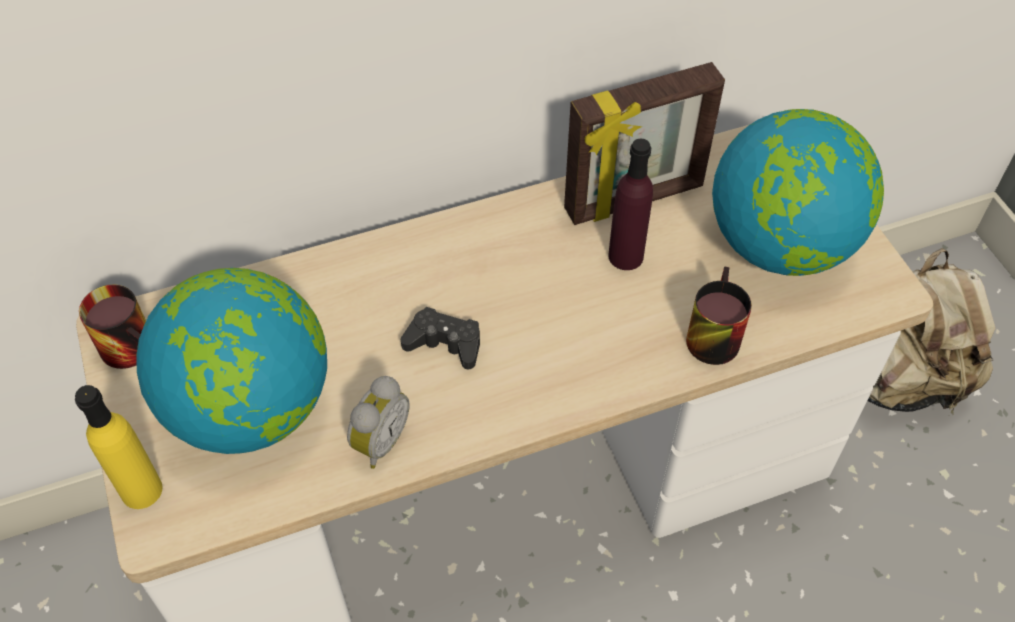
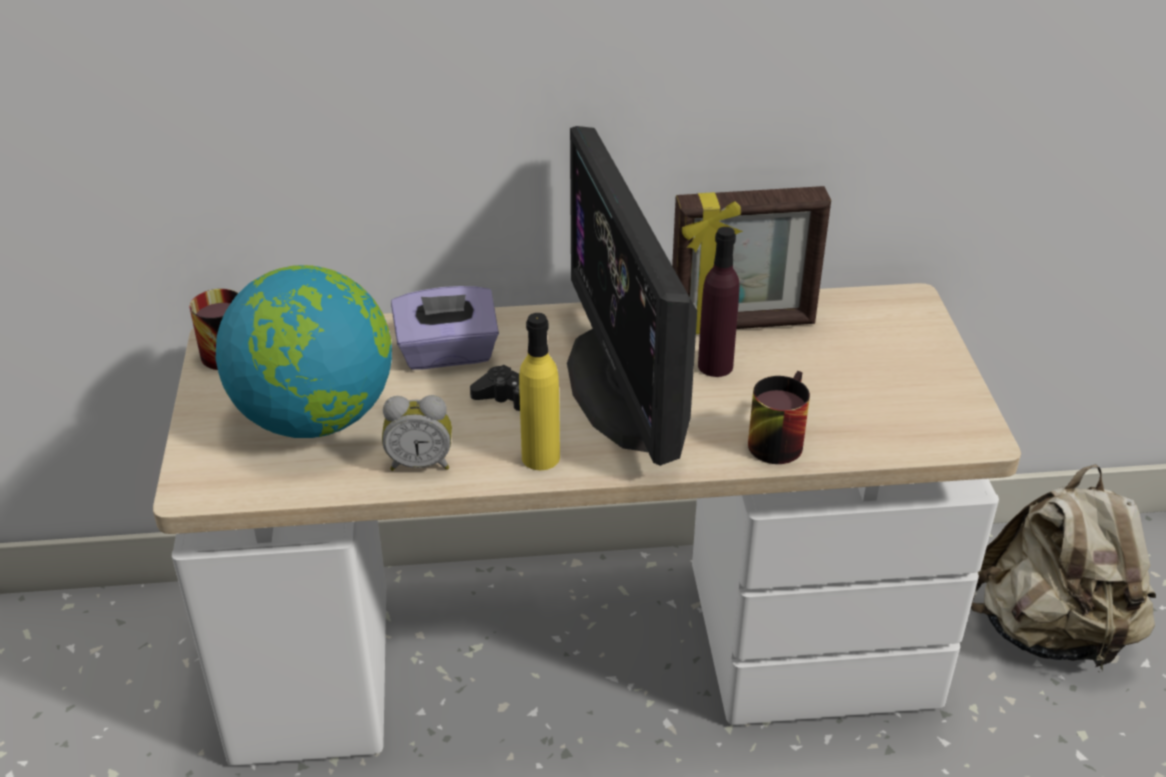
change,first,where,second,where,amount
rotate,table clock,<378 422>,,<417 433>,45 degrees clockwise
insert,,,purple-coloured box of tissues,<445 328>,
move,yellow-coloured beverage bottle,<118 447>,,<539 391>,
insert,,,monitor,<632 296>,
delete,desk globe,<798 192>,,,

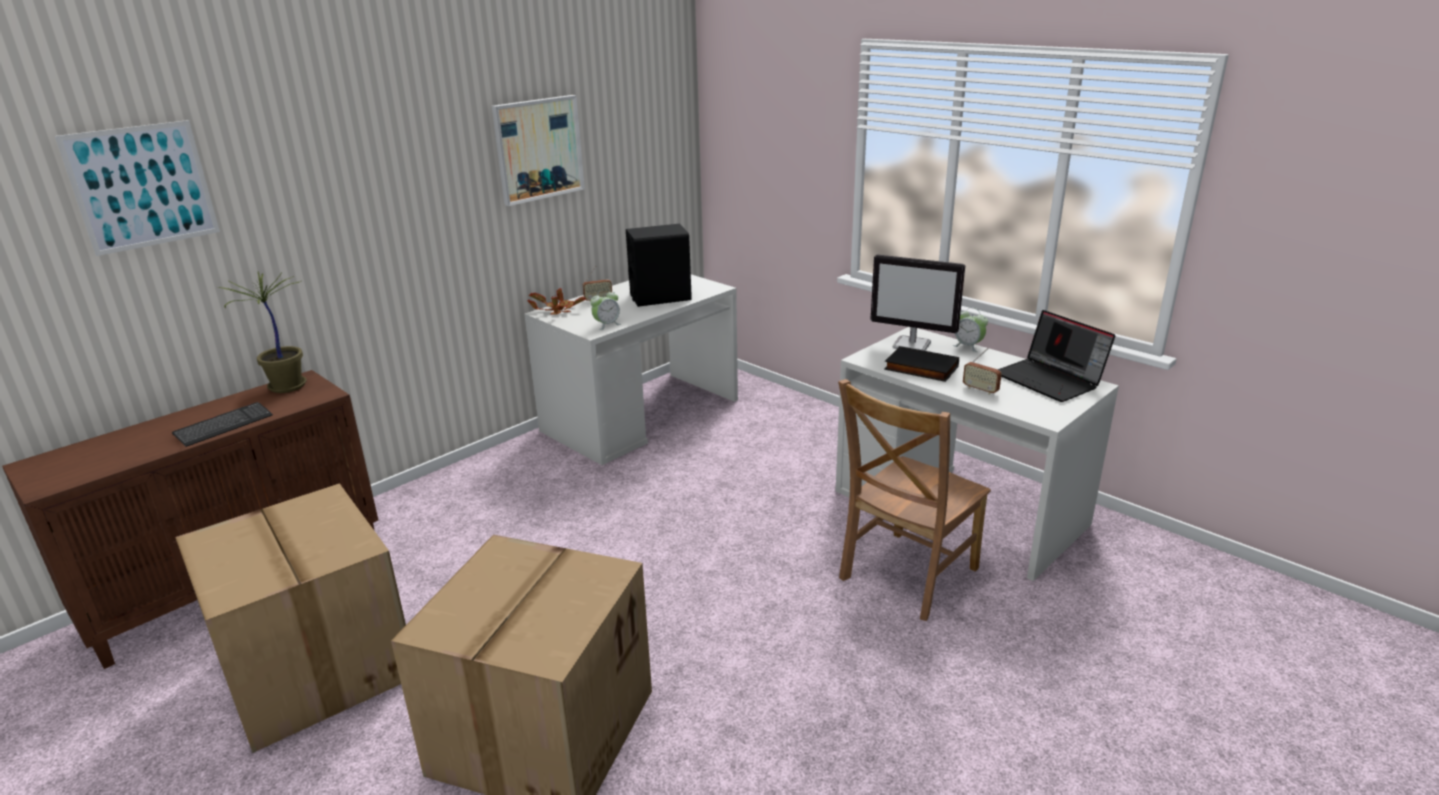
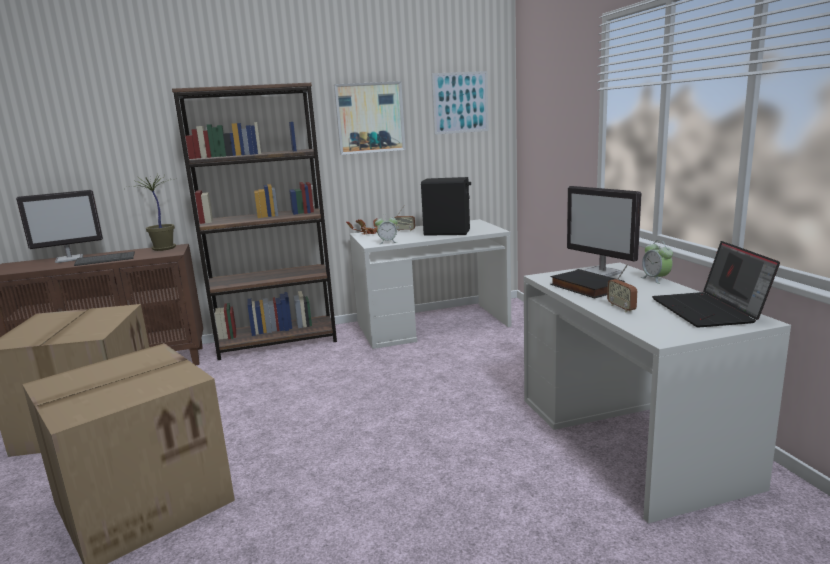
change,first,where,second,where,amount
insert,,,monitor,<59 226>,
insert,,,brownish bookcase,<254 221>,
move,wall art,<137 188>,,<460 103>,
delete,brownish chair,<914 500>,,,

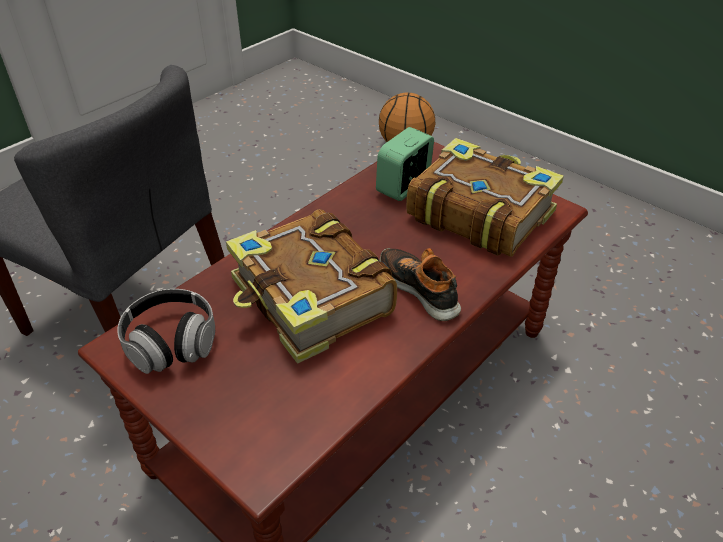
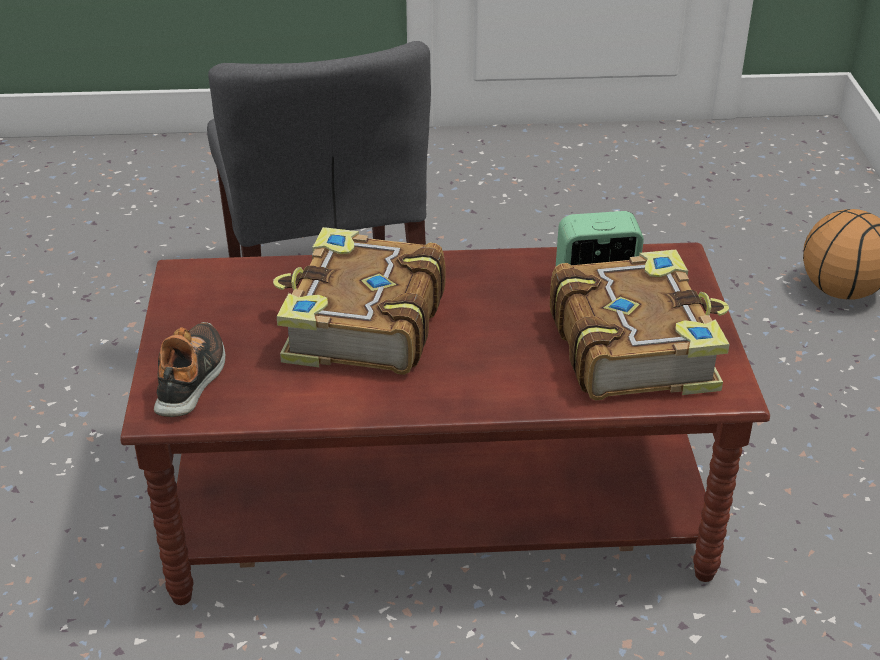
change,first,where,second,where,amount
move,low shoe,<420 284>,,<189 369>,
delete,headphones,<166 331>,,,

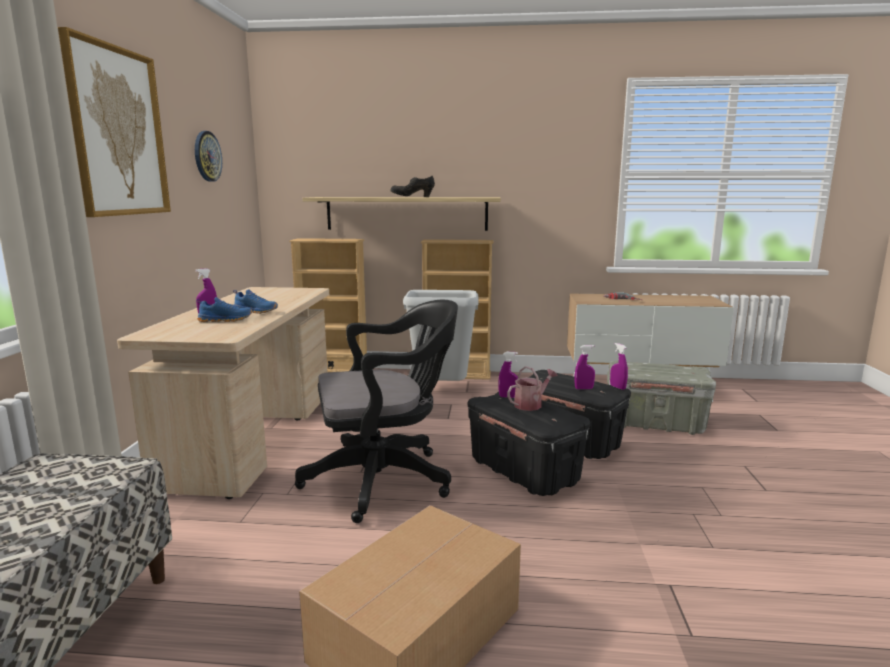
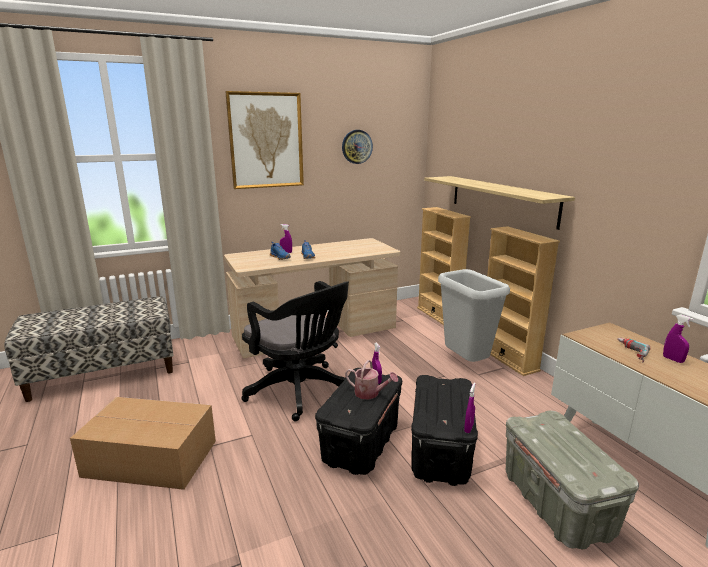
change,first,where,second,where,amount
move,purple-coloured hand sprayer,<585 367>,,<678 338>,
delete,black low shoe,<412 186>,,,

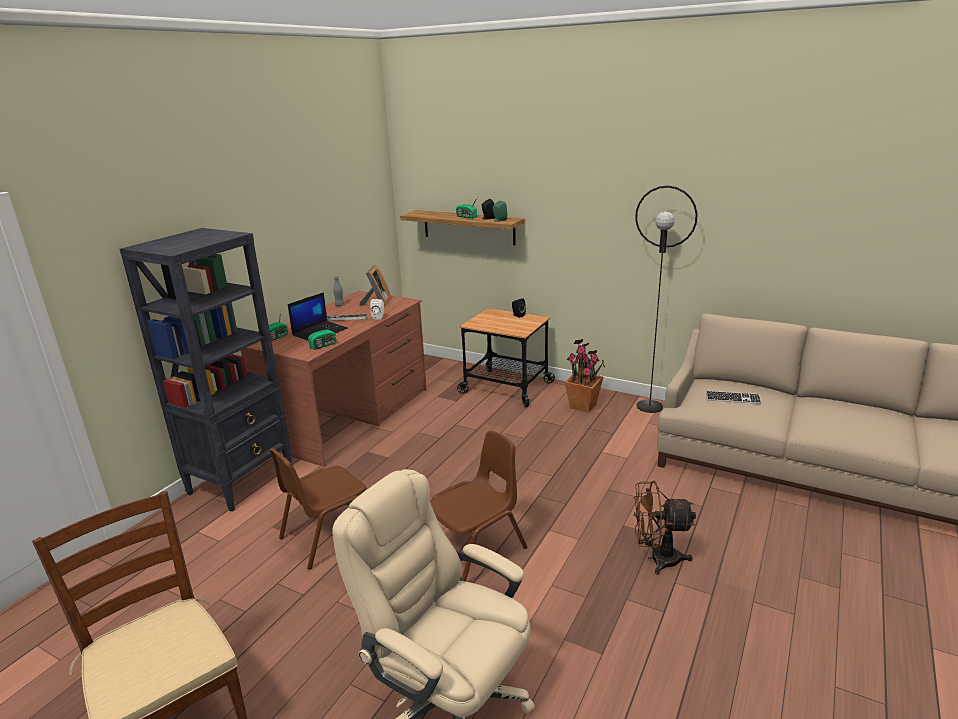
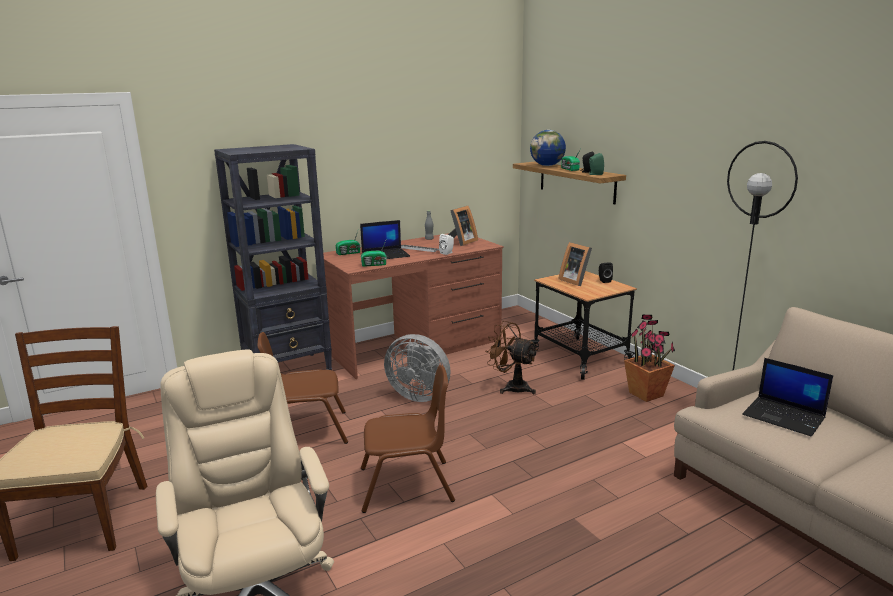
change,first,where,second,where,amount
insert,,,grey cooling fan,<417 368>,
move,brownish cooling fan,<665 527>,,<511 357>,
insert,,,desk globe,<548 148>,
insert,,,standing frame,<575 264>,
replace,keyboard,<734 397>,laptop,<787 397>,

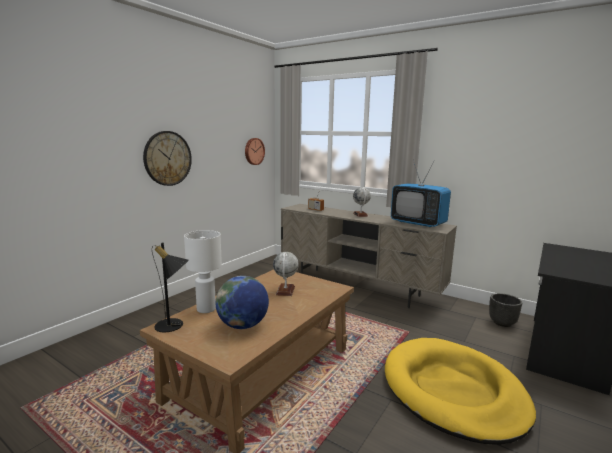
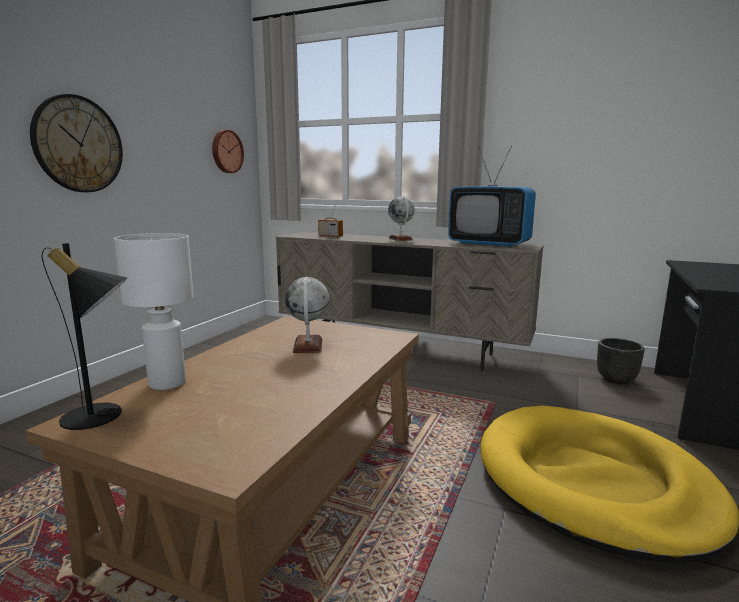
change,first,where,second,where,amount
delete,desk globe,<242 302>,,,

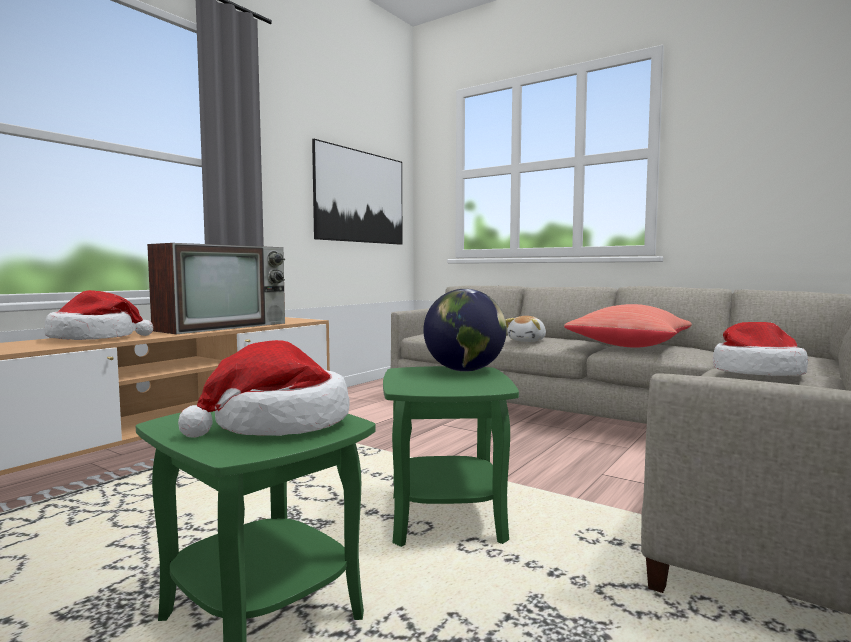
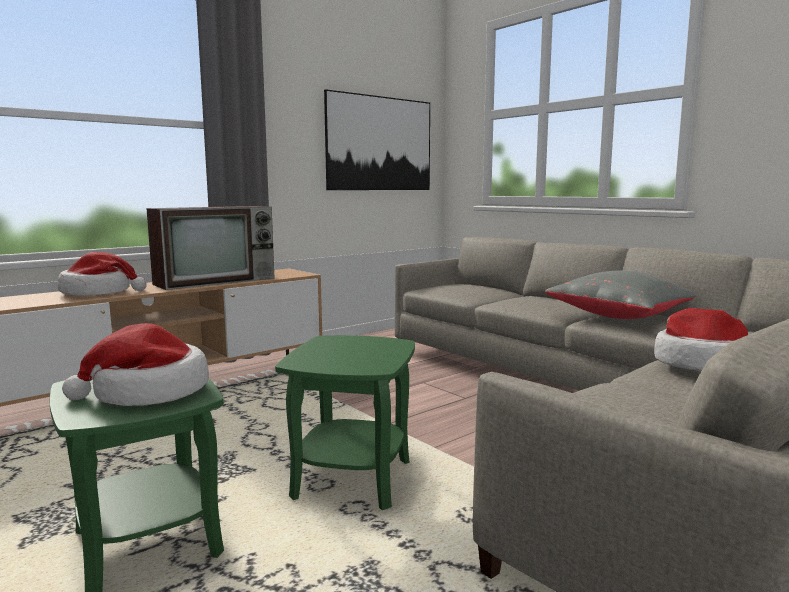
change,first,where,second,where,amount
recolor,reddish throw pillow,<628 326>,grey throw pillow,<620 295>,
delete,desk globe,<465 330>,,,
delete,soft toy,<525 329>,,,

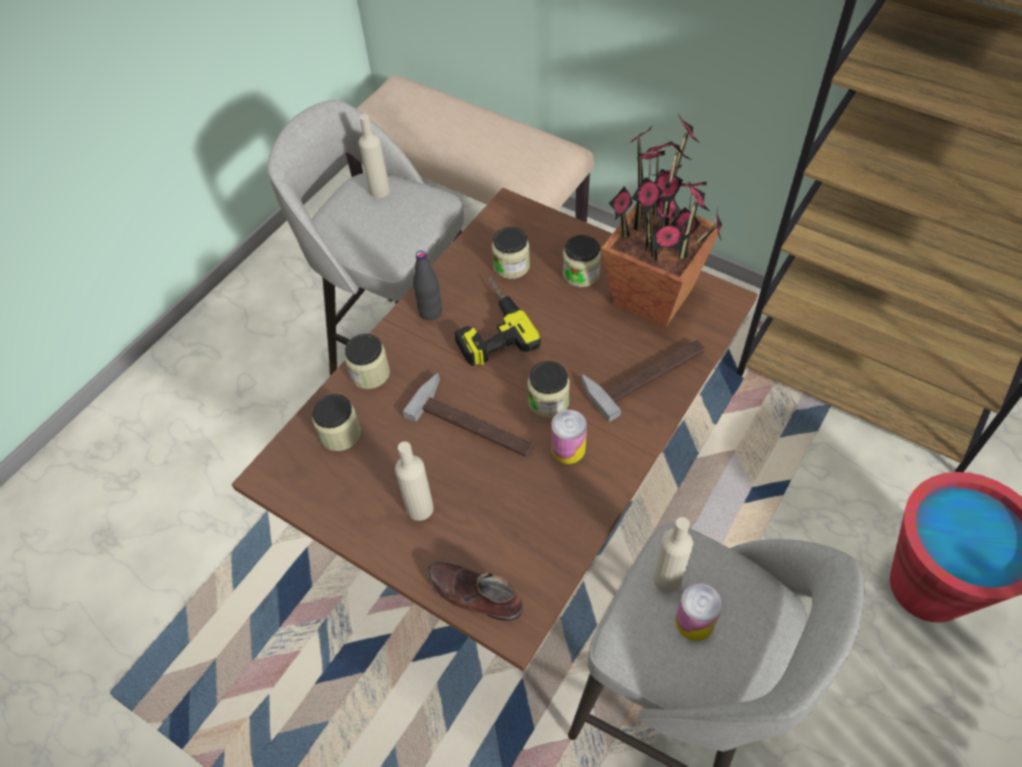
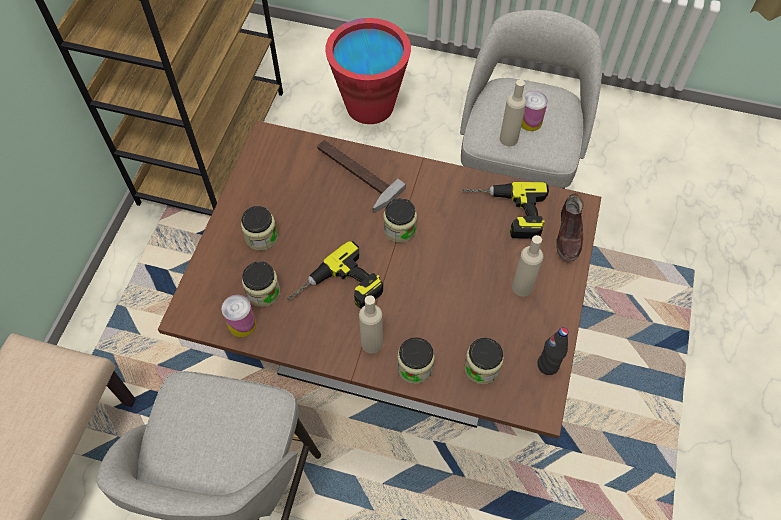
change,first,where,second,where,amount
move,metal can,<569 437>,,<238 316>,
move,beige-coloured beverage bottle,<374 156>,,<371 324>,
insert,,,drill,<506 210>,
move,black beverage bottle,<427 285>,,<552 351>,
delete,hand hammer,<468 415>,,,
delete,plant in a pot,<661 221>,,,

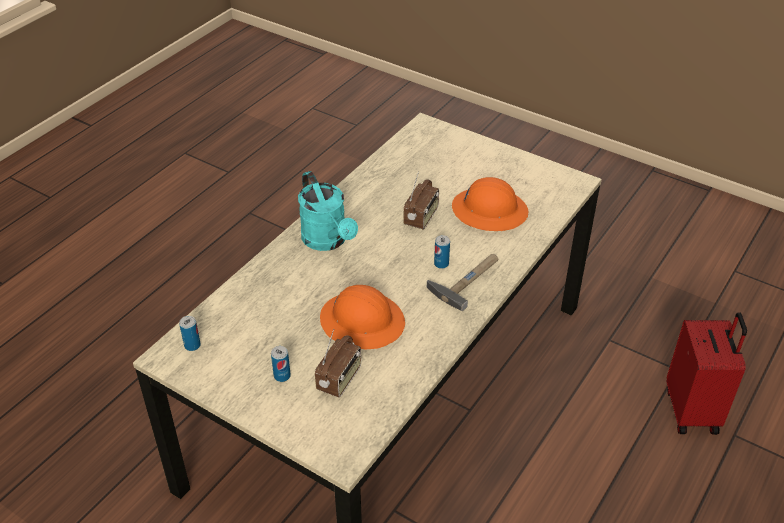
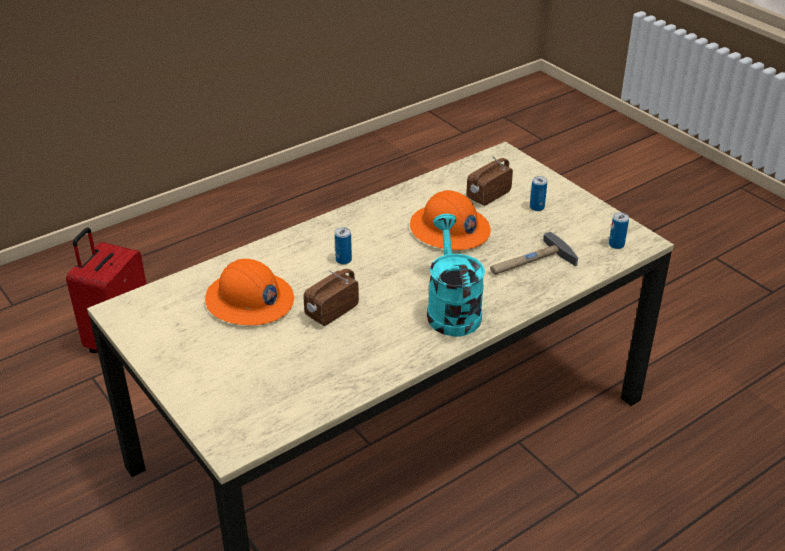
change,first,where,second,where,amount
move,hand hammer,<462 282>,,<534 253>,

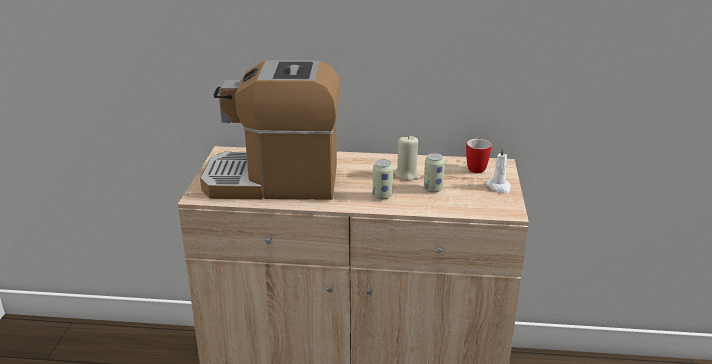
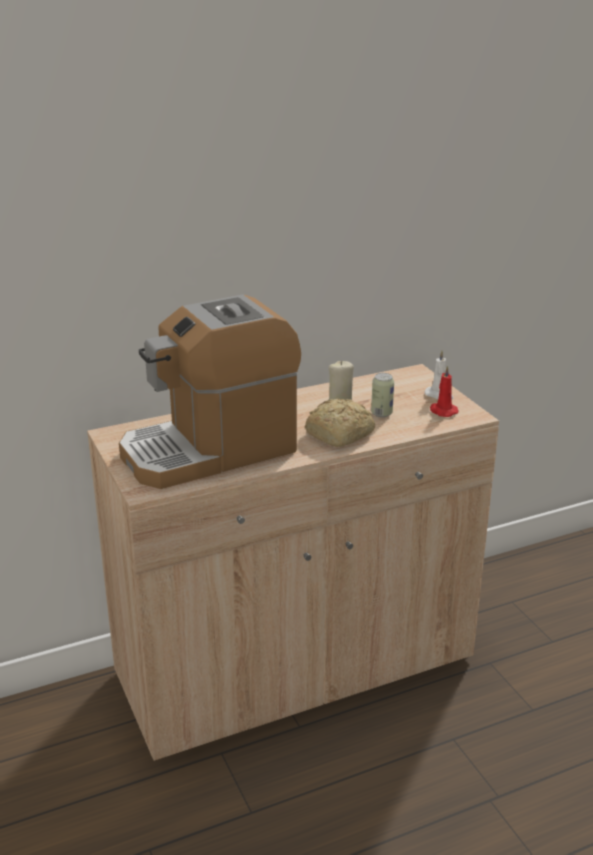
change,first,where,second,where,amount
replace,metal can,<383 179>,baked bread,<340 422>,
insert,,,reddish candle,<444 391>,
delete,tea mug,<479 155>,,,

